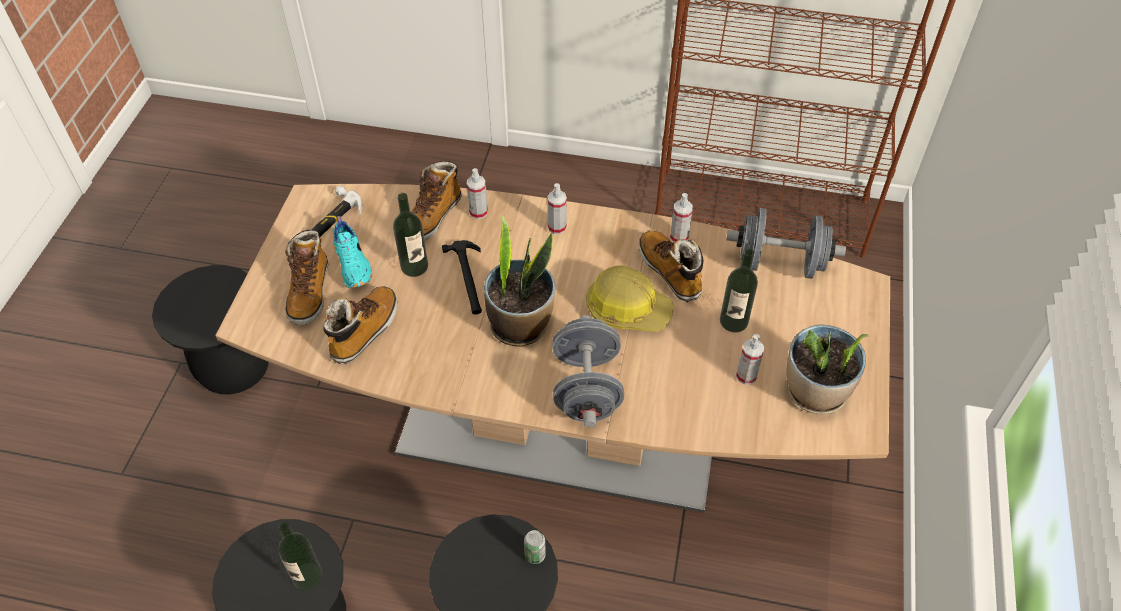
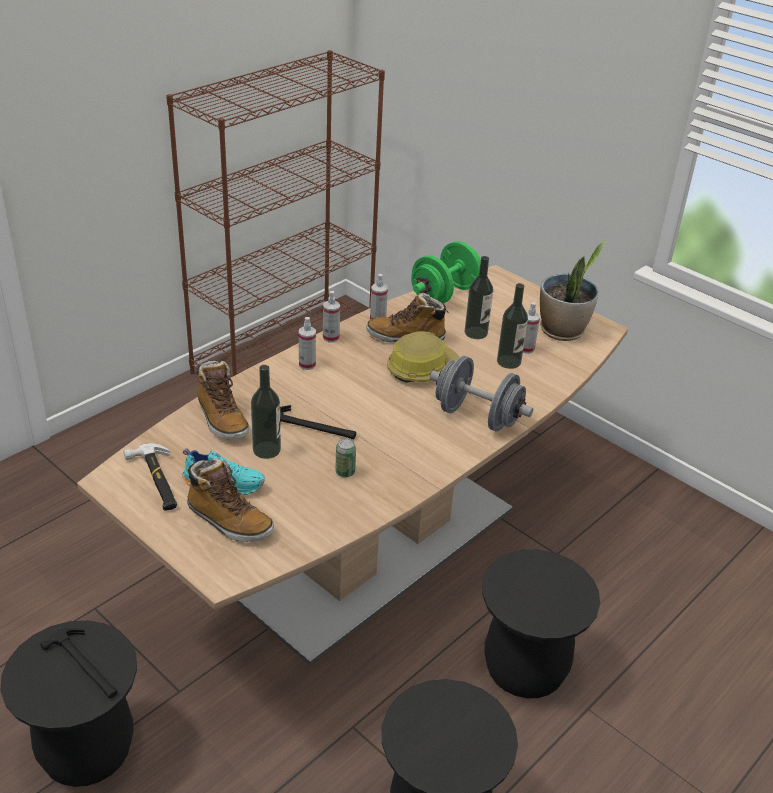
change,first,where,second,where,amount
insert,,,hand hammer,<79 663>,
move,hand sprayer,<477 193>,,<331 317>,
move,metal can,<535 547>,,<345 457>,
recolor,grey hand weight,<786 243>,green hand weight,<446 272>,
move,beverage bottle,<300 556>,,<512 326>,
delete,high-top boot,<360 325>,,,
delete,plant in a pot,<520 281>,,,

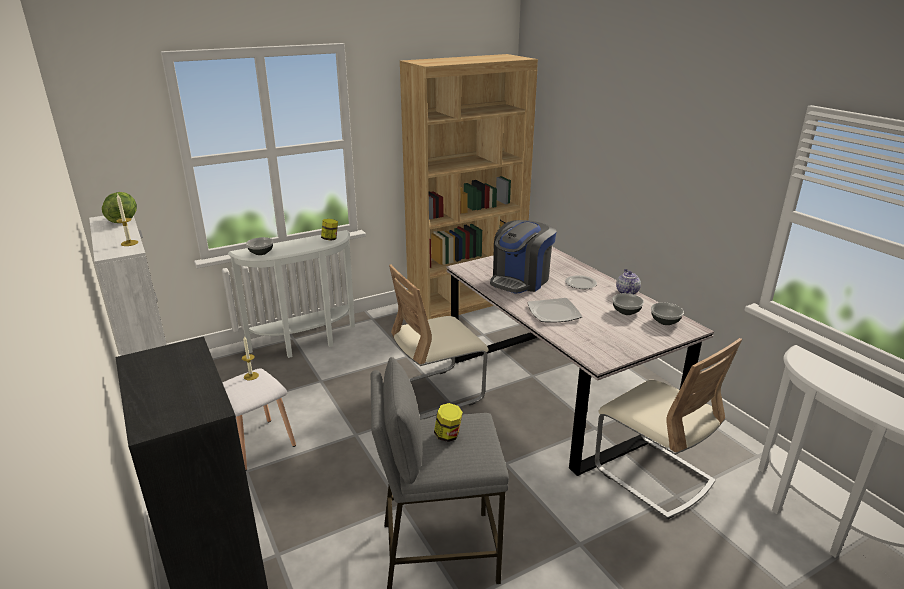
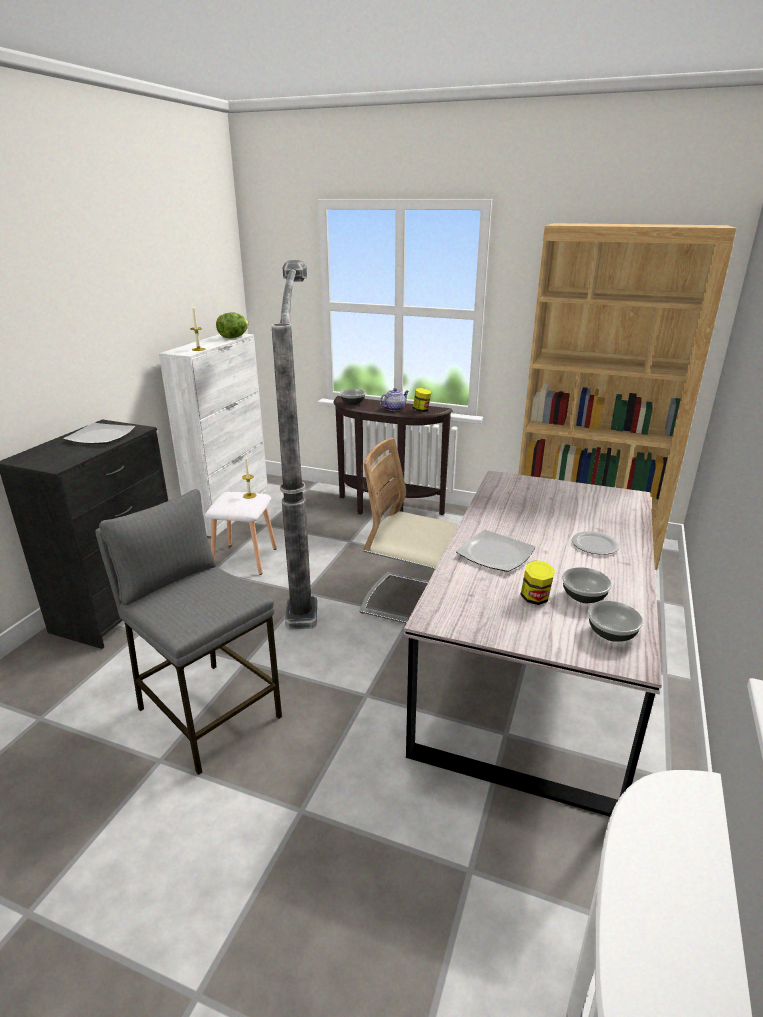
change,first,where,second,where,amount
insert,,,flat dish,<99 433>,
insert,,,standard lamp,<294 445>,
recolor,white hall table,<291 294>,brownish hall table,<393 455>,
move,tea pot,<628 282>,,<394 399>,
move,jar,<448 422>,,<537 582>,
delete,coffee brewer,<523 257>,,,
delete,beige-coloured chair,<668 428>,,,

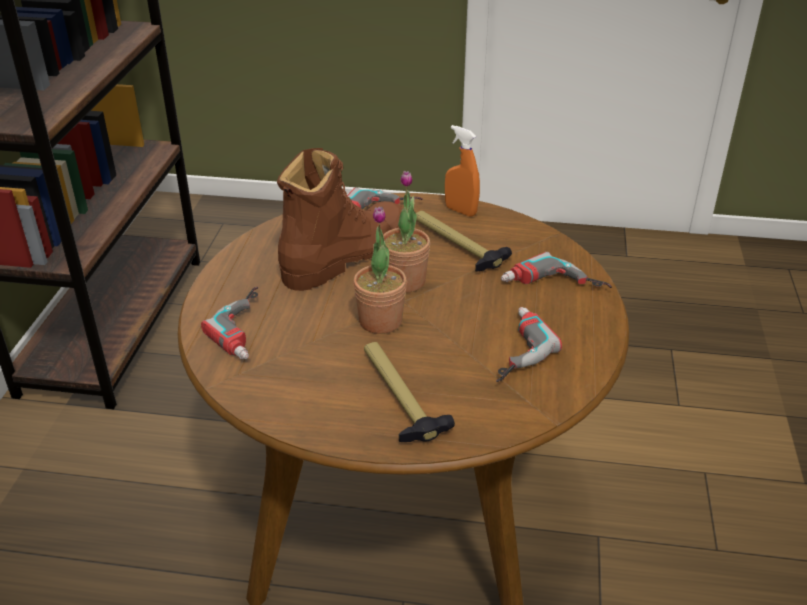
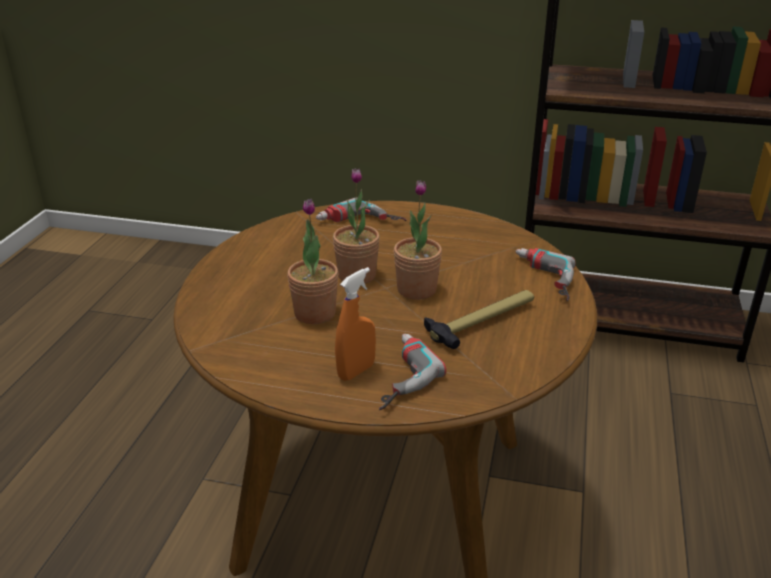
change,first,where,second,where,amount
insert,,,plant in a pot,<312 261>,
move,orange hand sprayer,<462 171>,,<355 324>,
delete,brownish high-top boot,<339 219>,,,
delete,hand hammer,<409 392>,,,
delete,drill,<529 344>,,,

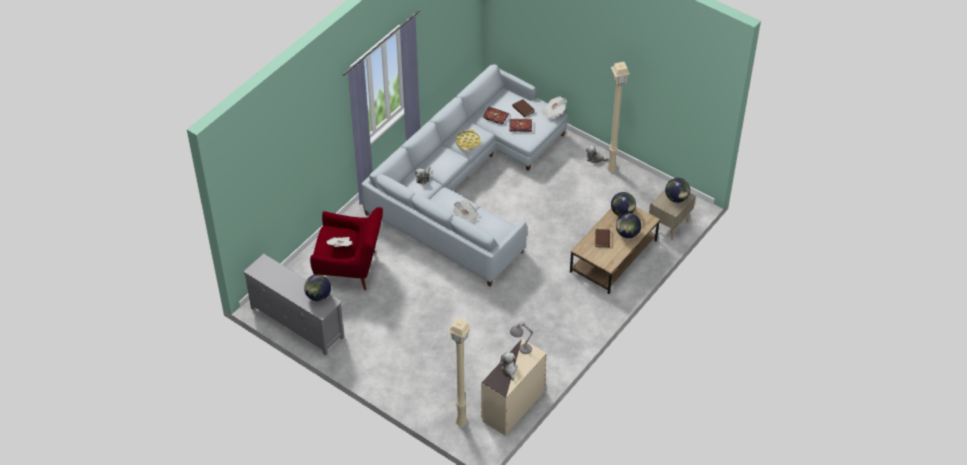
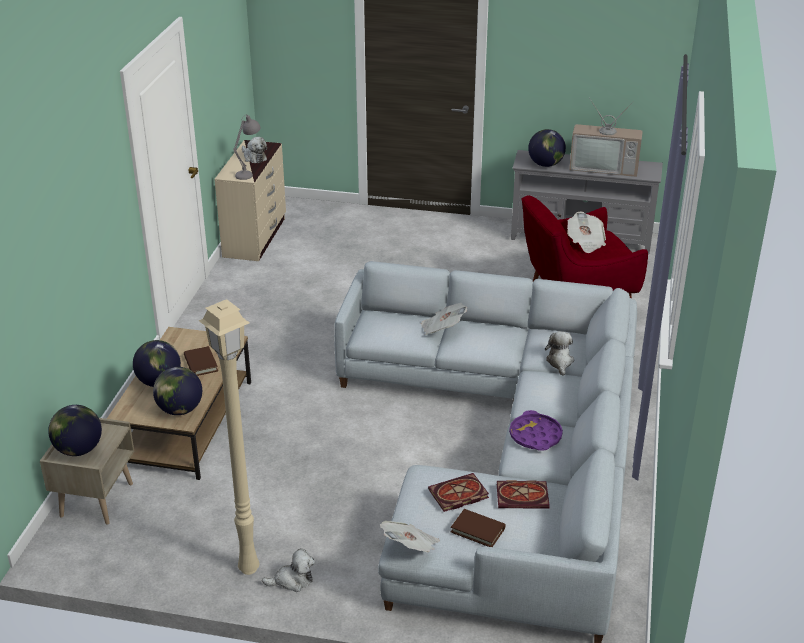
change,first,where,second,where,amount
recolor,yellow-coloured carrying tray,<468 139>,purple-coloured carrying tray,<536 430>,
insert,,,television,<606 137>,
delete,beige-coloured standard lamp,<460 372>,,,

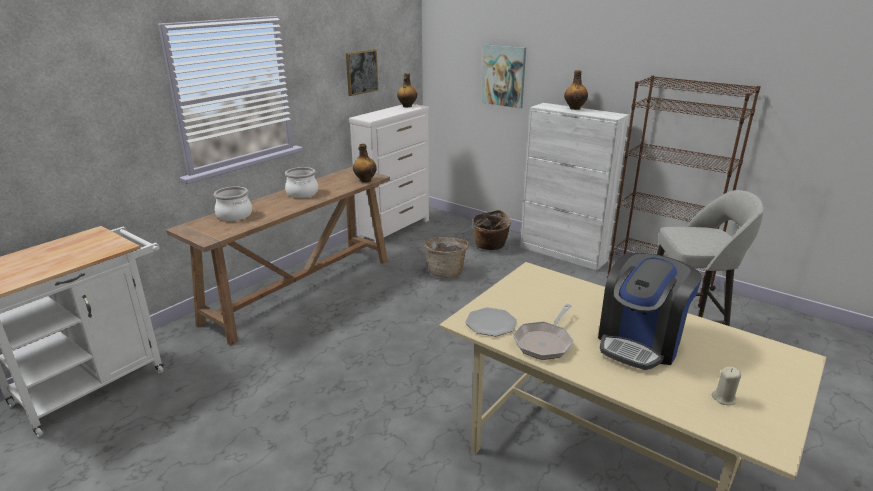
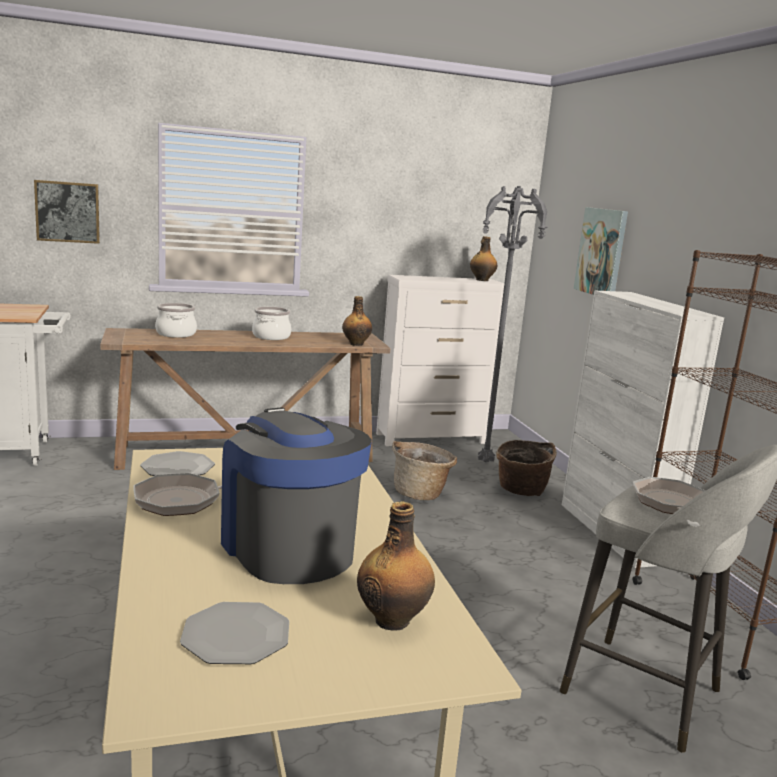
change,first,where,second,where,amount
move,wall art,<362 72>,,<67 212>,
replace,beige-coloured candle,<726 386>,flat dish,<234 633>,
rotate,coffee brewer,<650 311>,,<296 496>,75 degrees clockwise
move,beverage bottle,<576 90>,,<396 566>,
insert,,,grey standard lamp,<512 324>,
insert,,,pan,<669 501>,

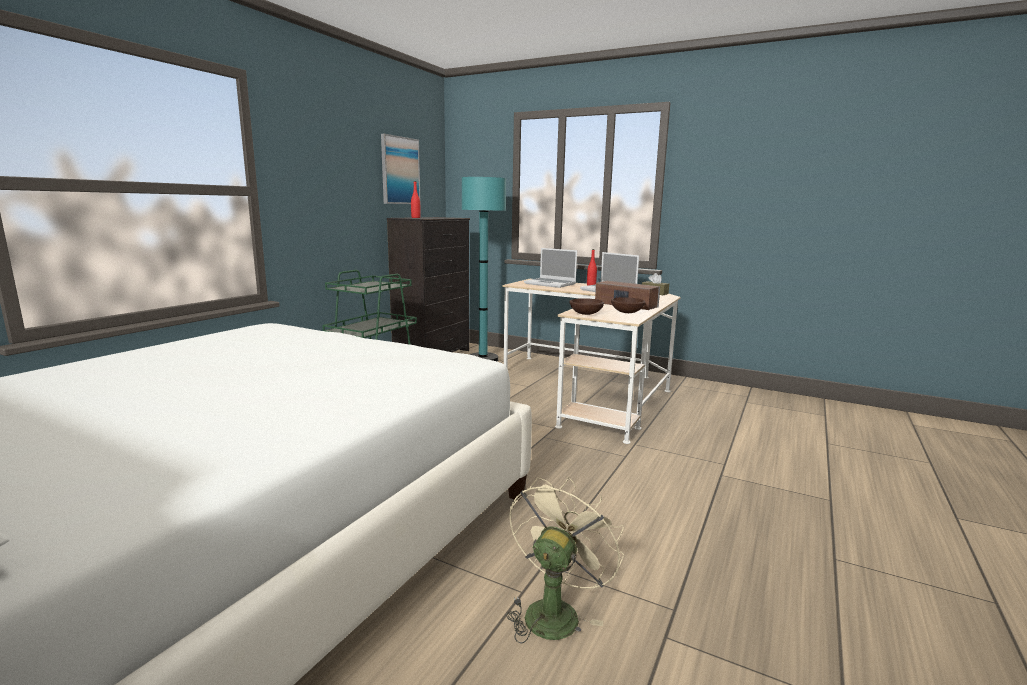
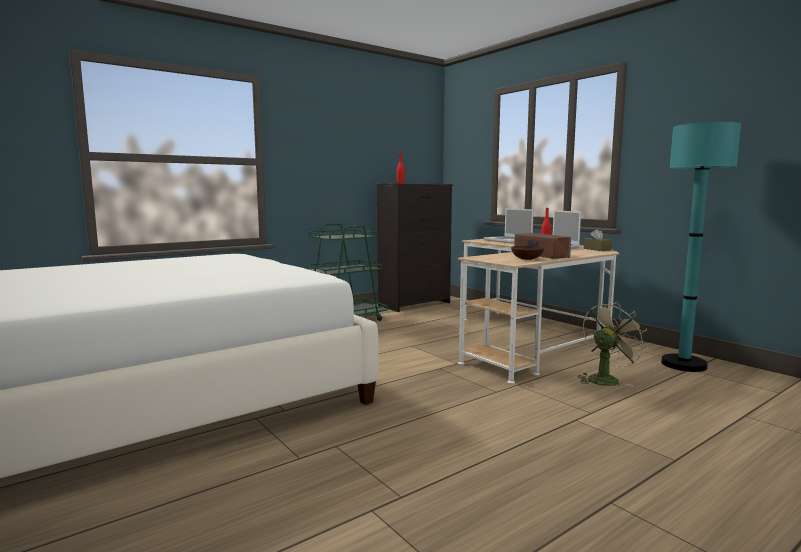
change,first,where,second,where,amount
move,beige-coloured cooling fan,<565 560>,,<613 344>,
move,turquoise-coloured standard lamp,<484 269>,,<701 247>,
delete,wall art,<401 169>,,,
delete,brownish deep dish,<586 306>,,,

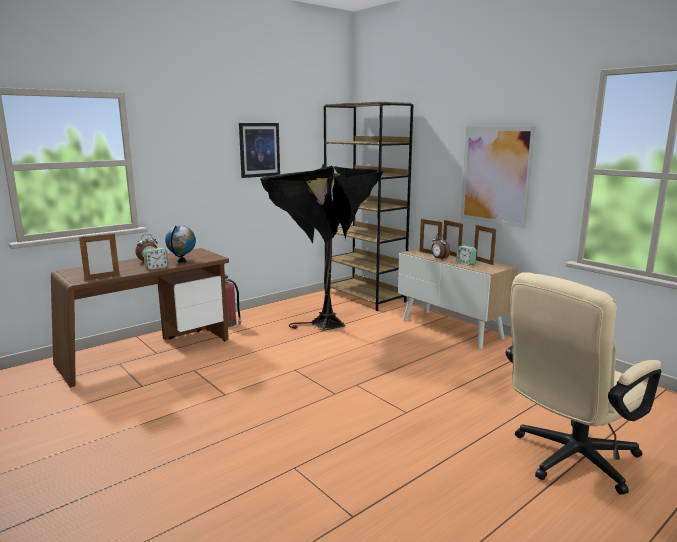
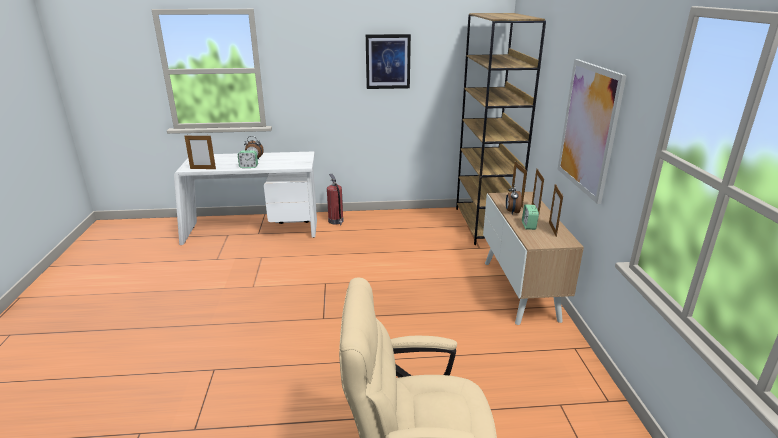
change,first,where,second,where,amount
recolor,brownish desk table,<140 318>,white desk table,<245 198>,
delete,desk globe,<180 244>,,,
delete,black standard lamp,<321 247>,,,

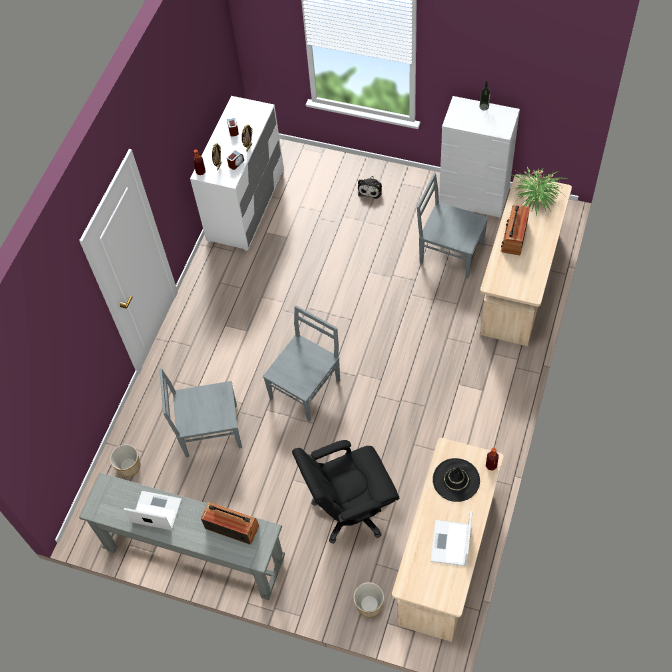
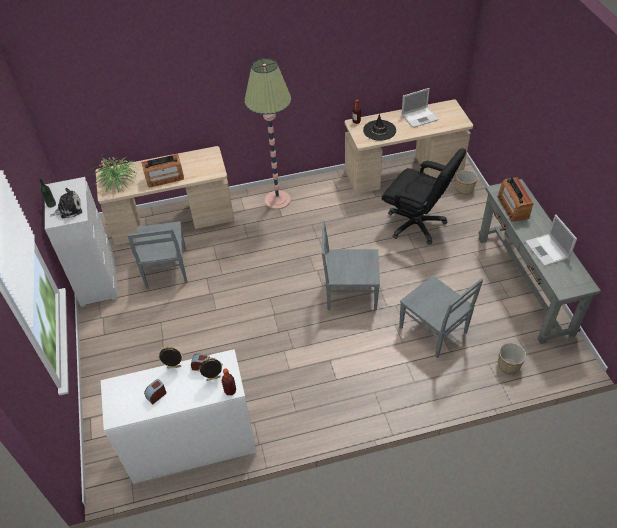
change,first,where,second,where,amount
move,soft toy,<370 187>,,<66 203>,
insert,,,standard lamp,<267 134>,

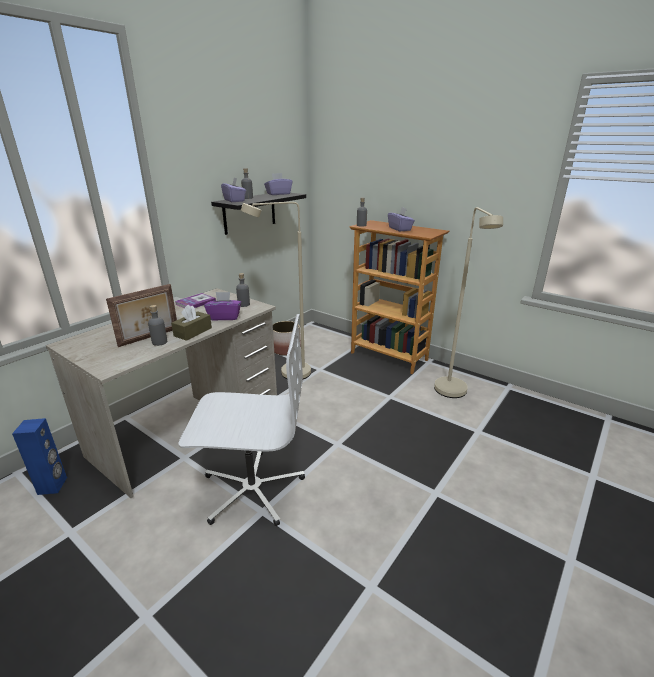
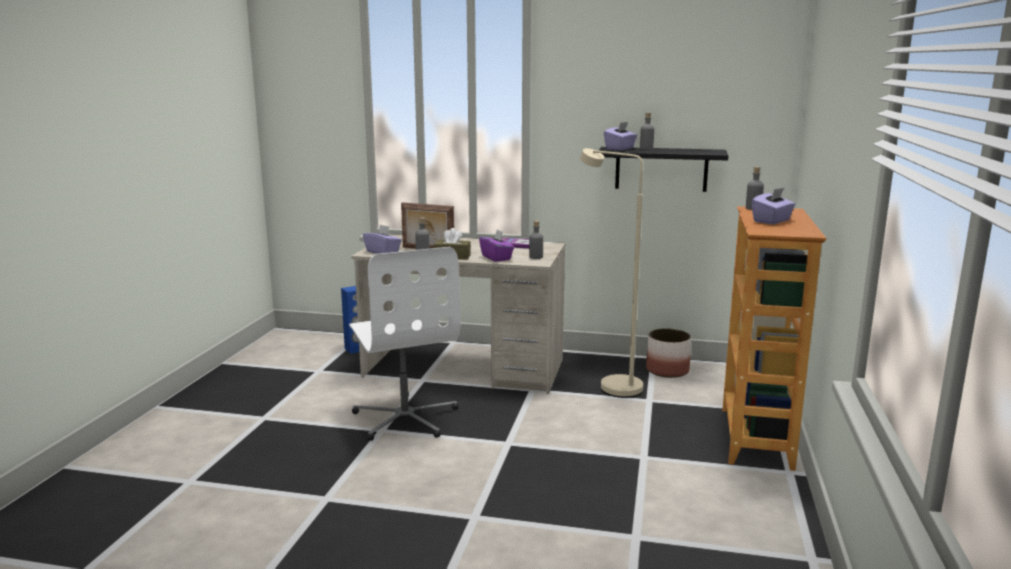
change,first,where,second,where,amount
move,purple-coloured box of tissues,<278 184>,,<382 239>,
delete,beige-coloured standard lamp,<468 302>,,,

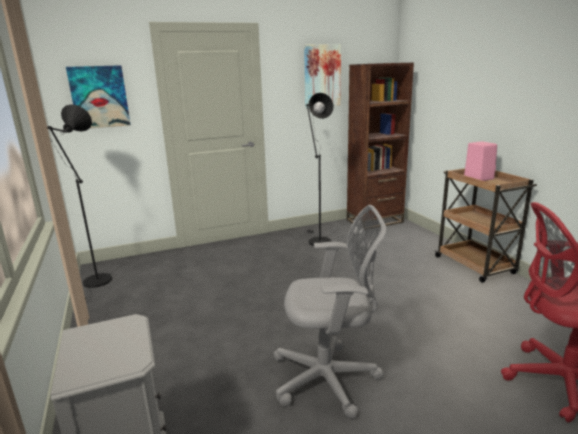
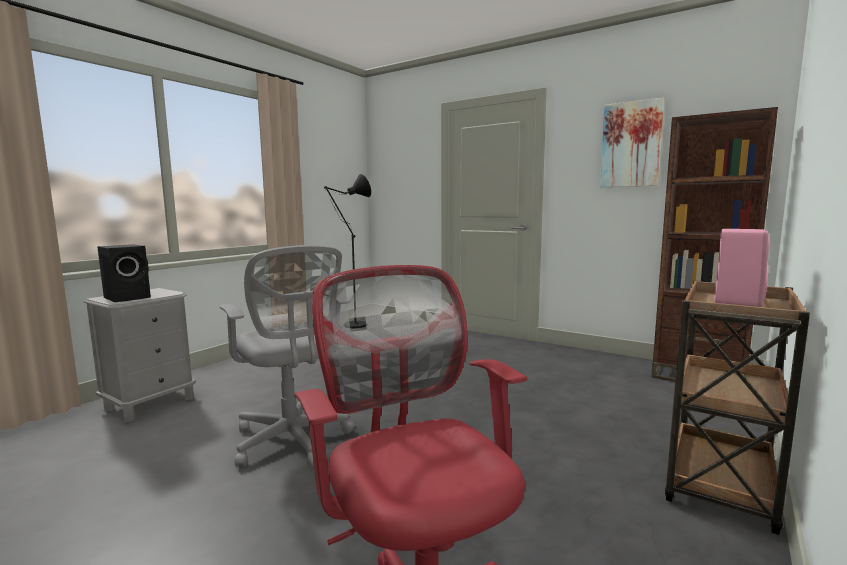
change,first,where,second,where,amount
insert,,,black speaker,<124 273>,
delete,wall art,<98 96>,,,
delete,black standard lamp,<319 169>,,,

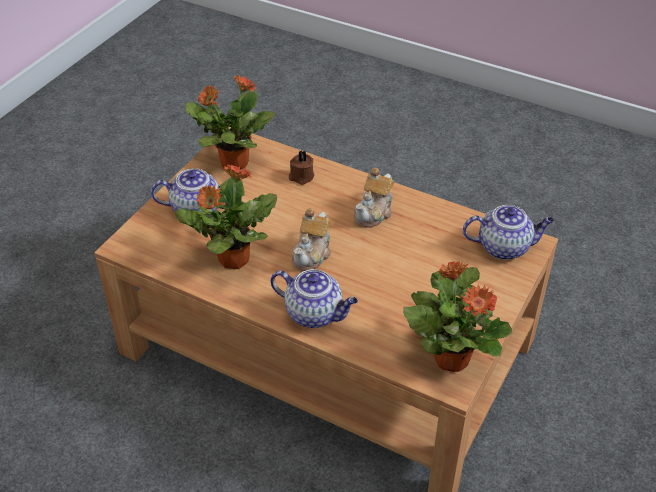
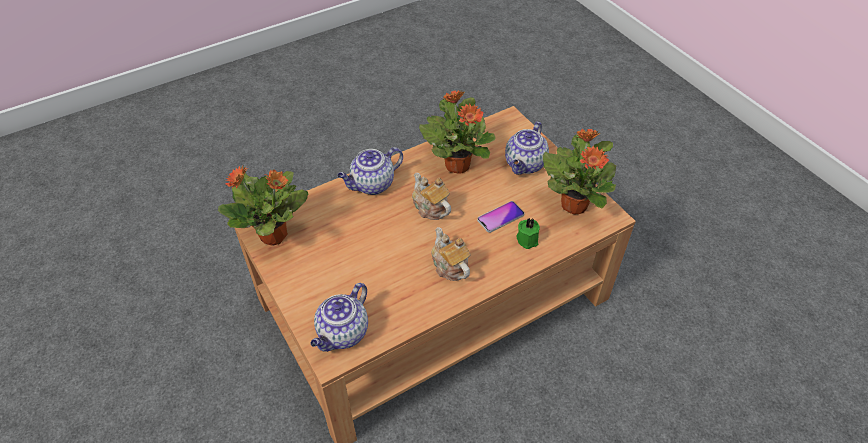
change,first,where,second,where,amount
insert,,,phone,<500 217>,
recolor,brownish candle,<301 168>,green candle,<528 233>,

